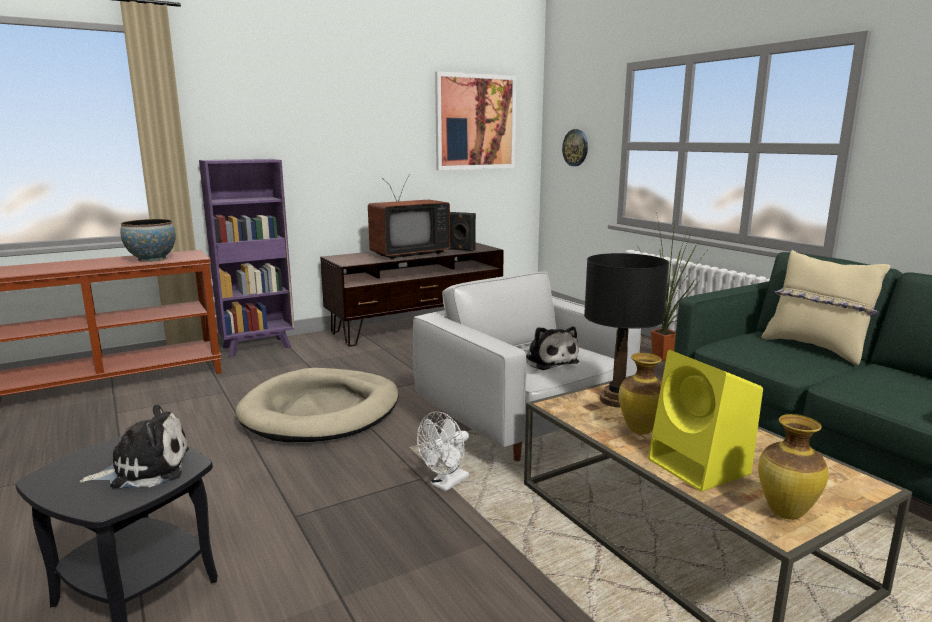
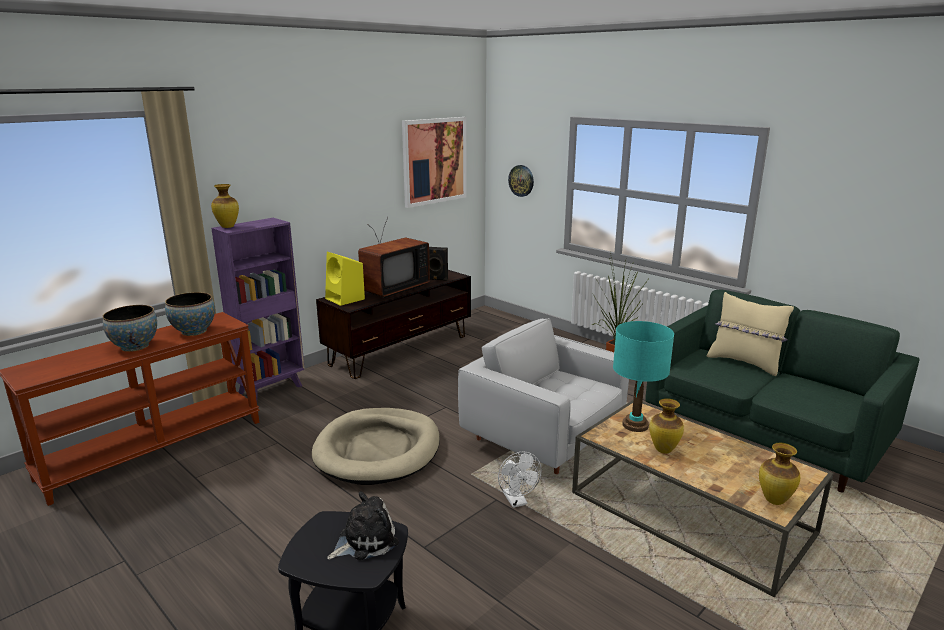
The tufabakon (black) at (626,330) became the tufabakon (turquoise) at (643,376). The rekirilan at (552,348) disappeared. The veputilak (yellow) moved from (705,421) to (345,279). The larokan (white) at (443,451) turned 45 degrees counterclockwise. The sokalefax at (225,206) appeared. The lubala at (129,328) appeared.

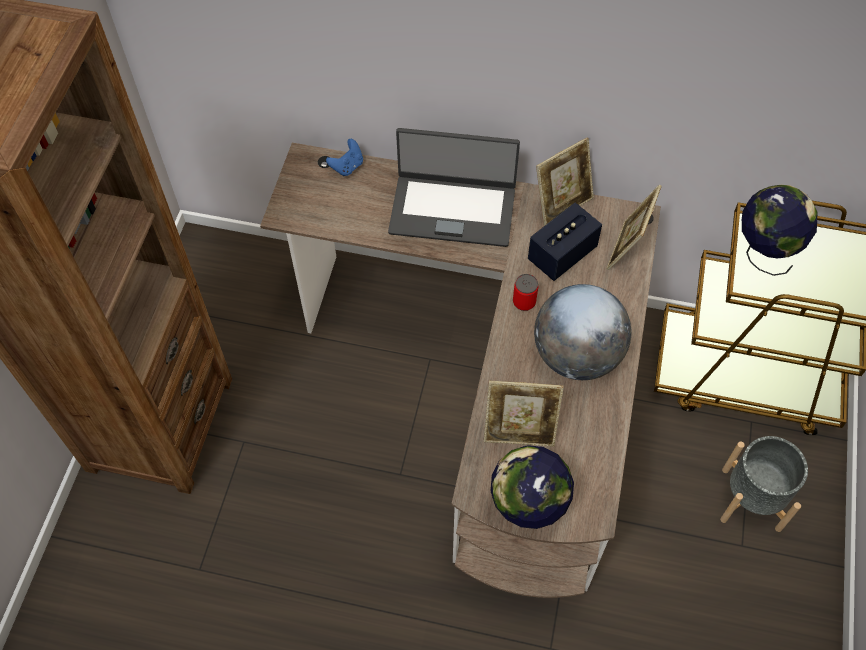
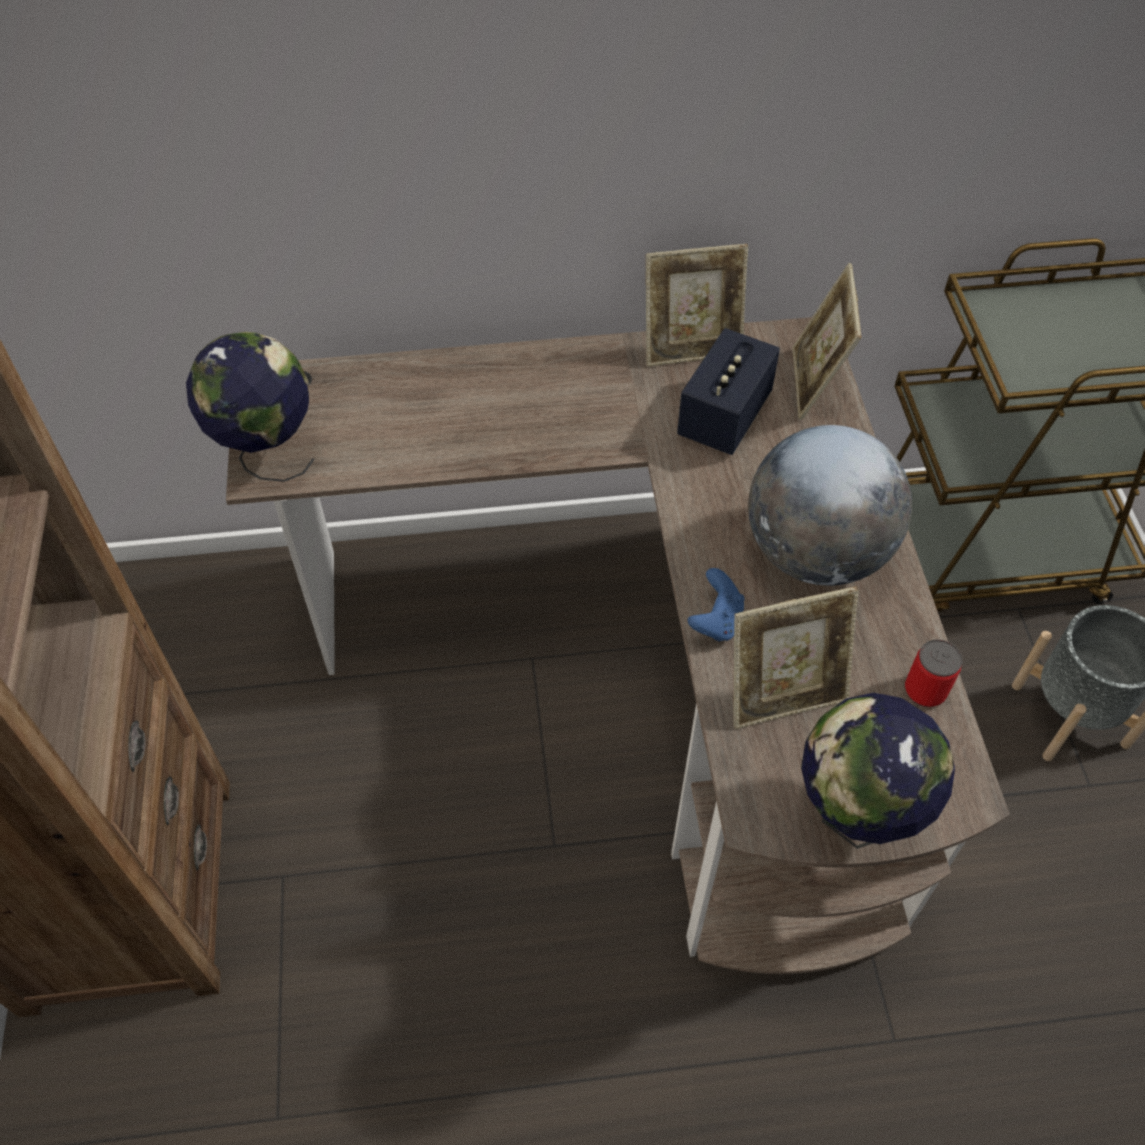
The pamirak at (454,187) disappeared. The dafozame at (565,182) turned 45 degrees clockwise. The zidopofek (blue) moved from (344,157) to (716,604). The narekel moved from (780,230) to (250,407). The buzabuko moved from (525,292) to (933,673).

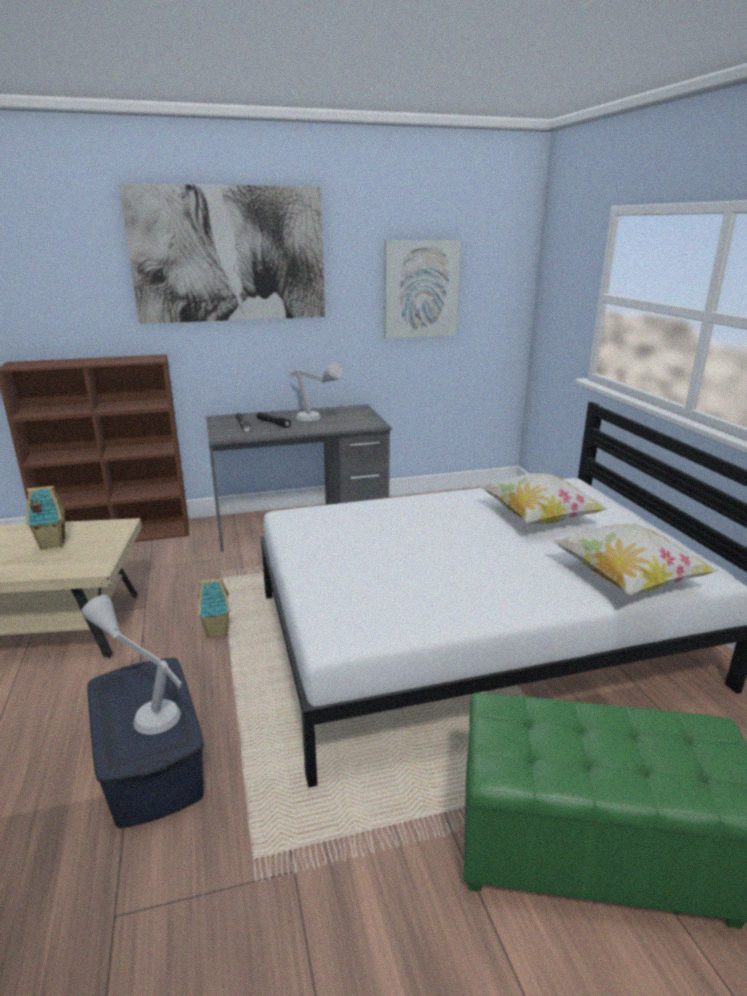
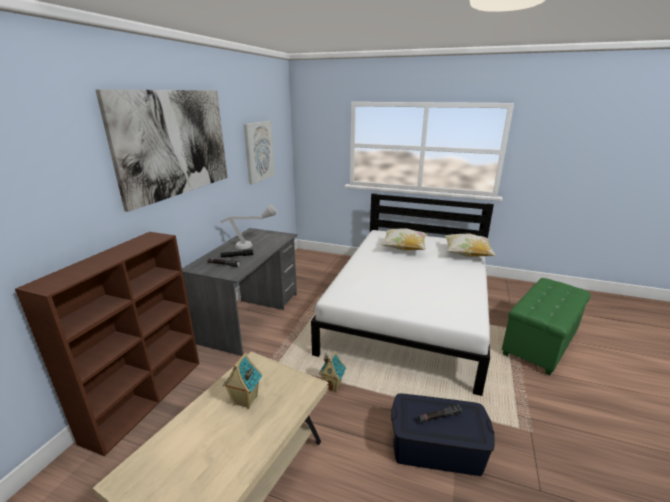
The tufabakon (grey) at (131,665) was replaced by the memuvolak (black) at (439,413).

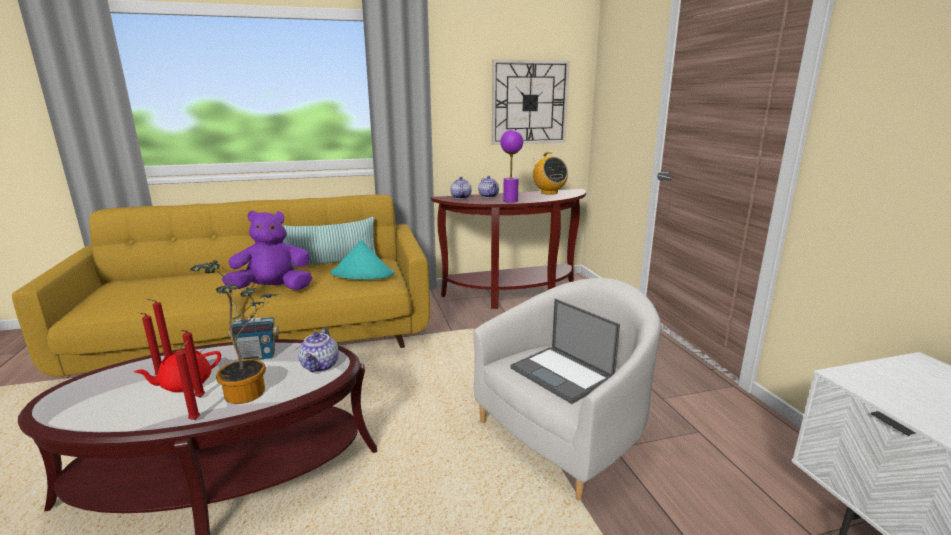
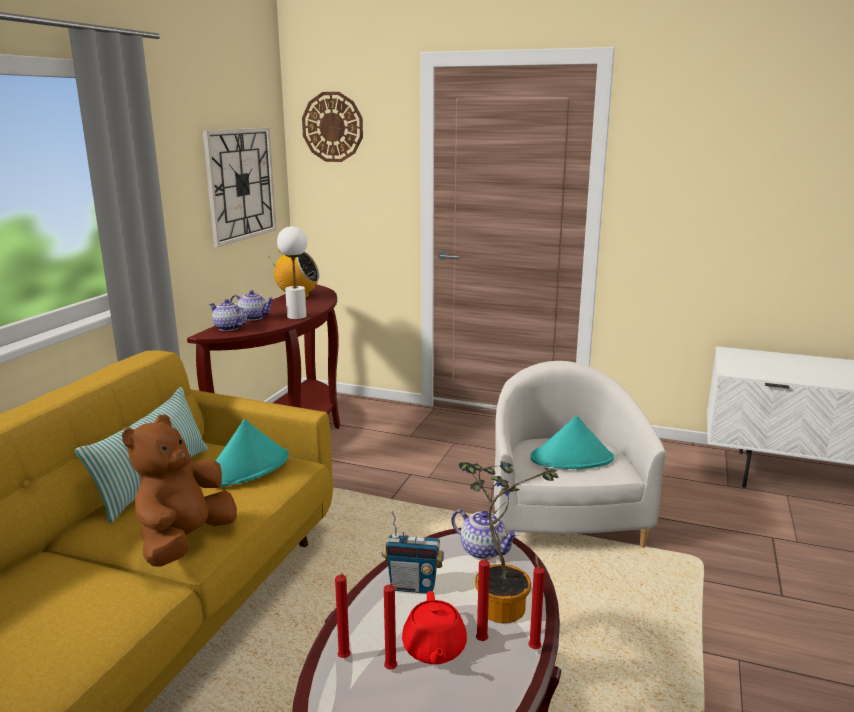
The tufabakon (purple) at (511,166) became the tufabakon (white) at (292,272). The rekirilan (purple) at (267,250) became the rekirilan (brown) at (179,491). The pamirak at (565,351) was replaced by the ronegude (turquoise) at (572,442). The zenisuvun at (253,330) turned 75 degrees clockwise. The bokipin at (332,127) appeared.

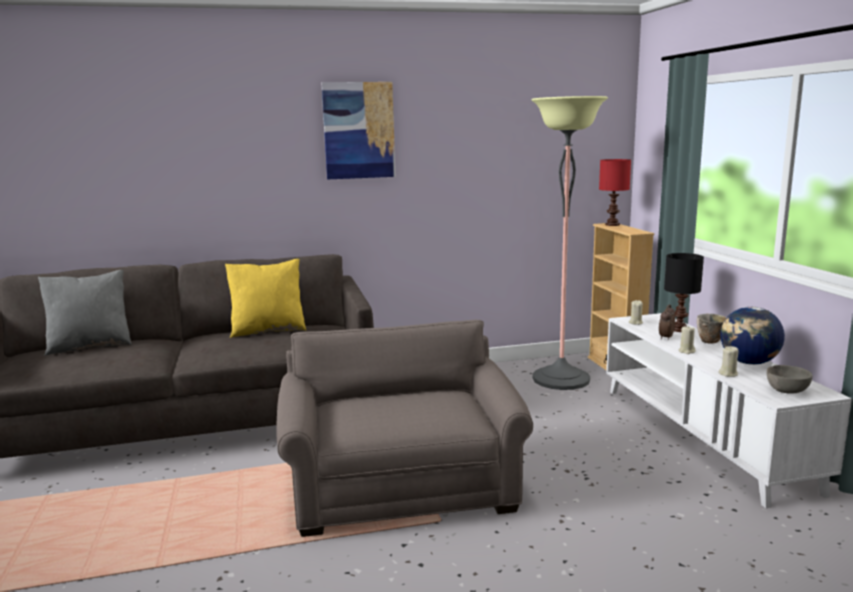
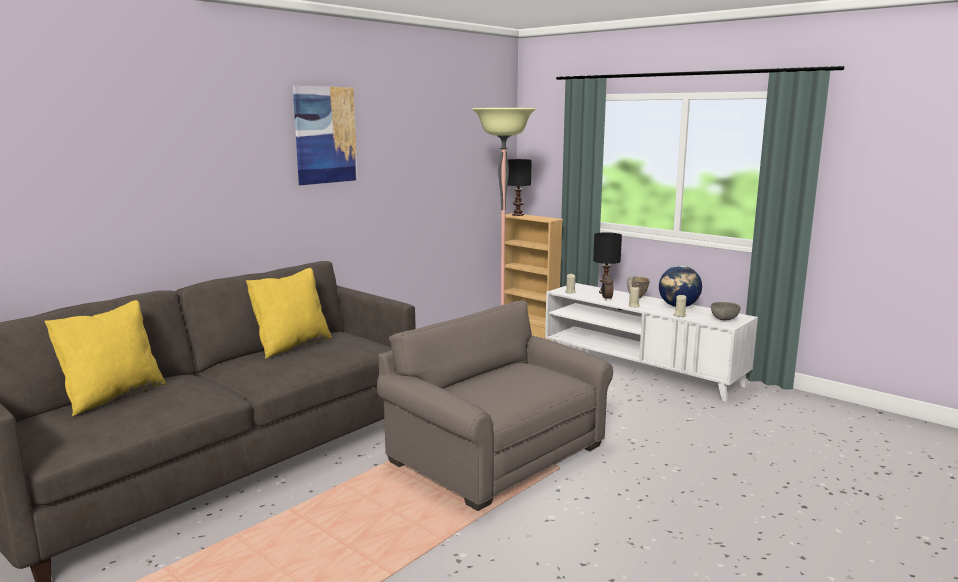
The tufabakon (red) at (615,192) became the tufabakon (black) at (519,187). The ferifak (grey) at (85,313) became the ferifak (yellow) at (105,358).

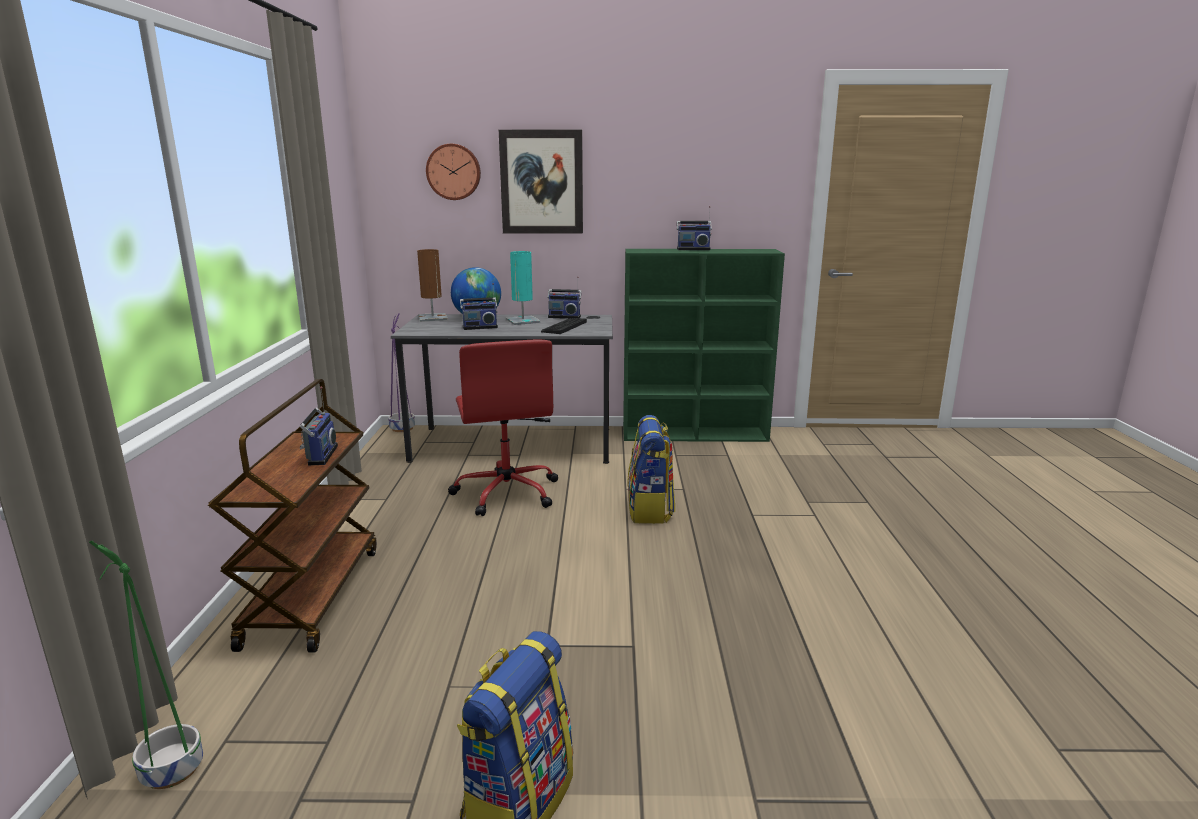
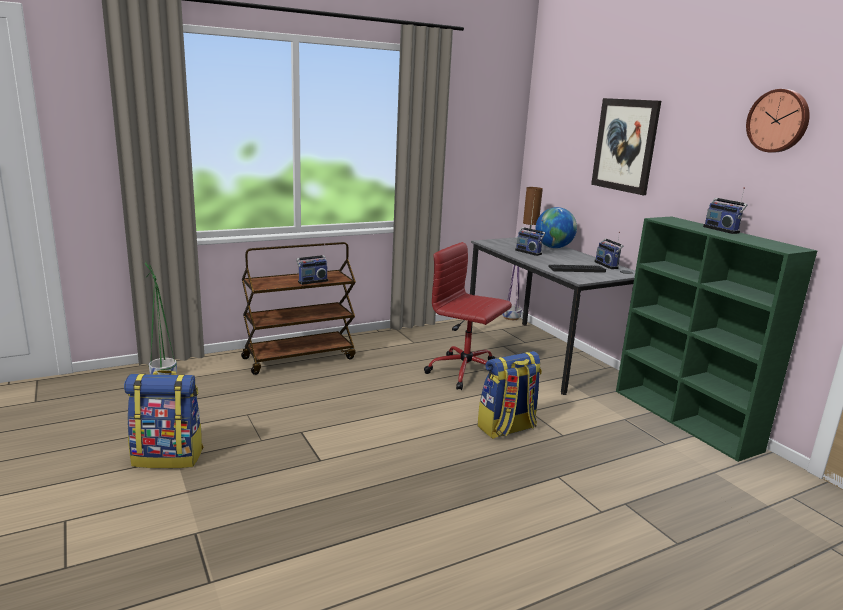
The bokipin moved from (453,172) to (778,120). The tufabakon (turquoise) at (523,288) disappeared. The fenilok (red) at (503,427) turned 75 degrees clockwise.

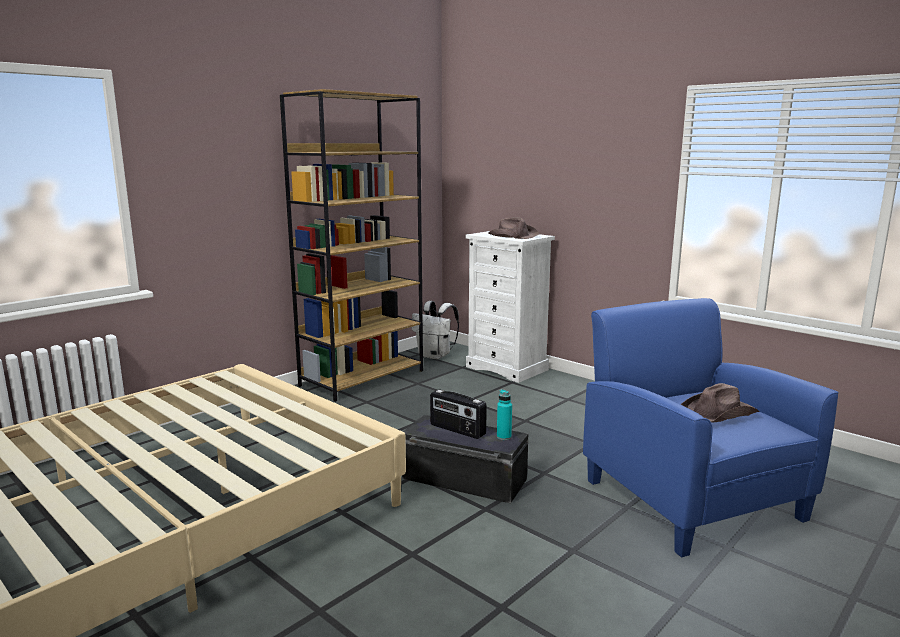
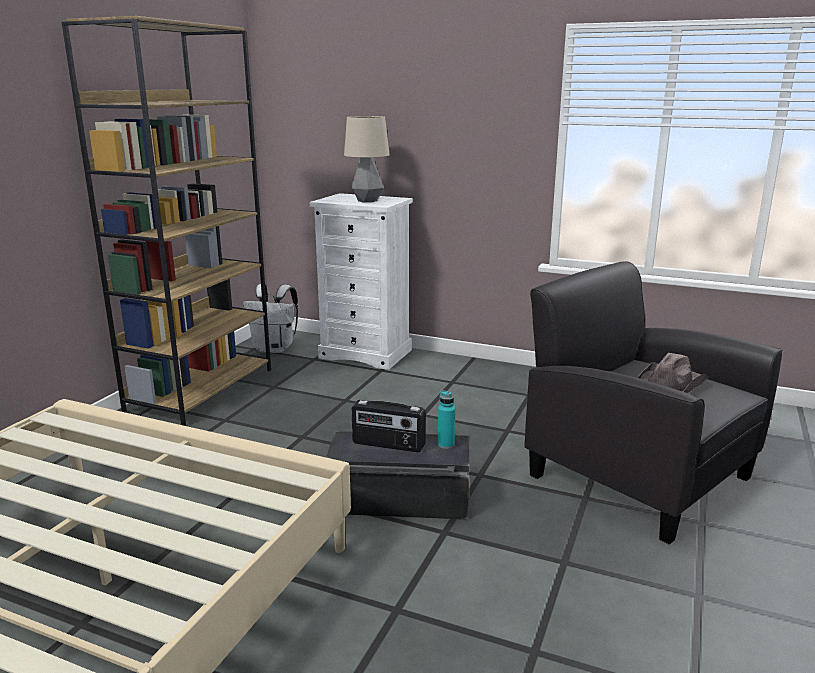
The ronegude (brown) at (513,228) was replaced by the tufabakon at (366,159). The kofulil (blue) at (711,427) became the kofulil (black) at (653,402).

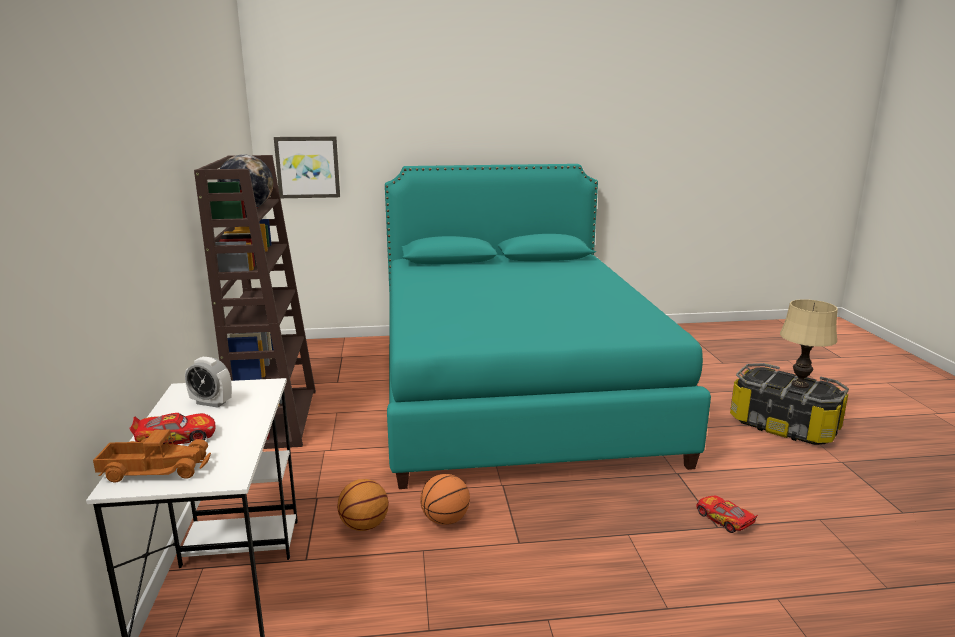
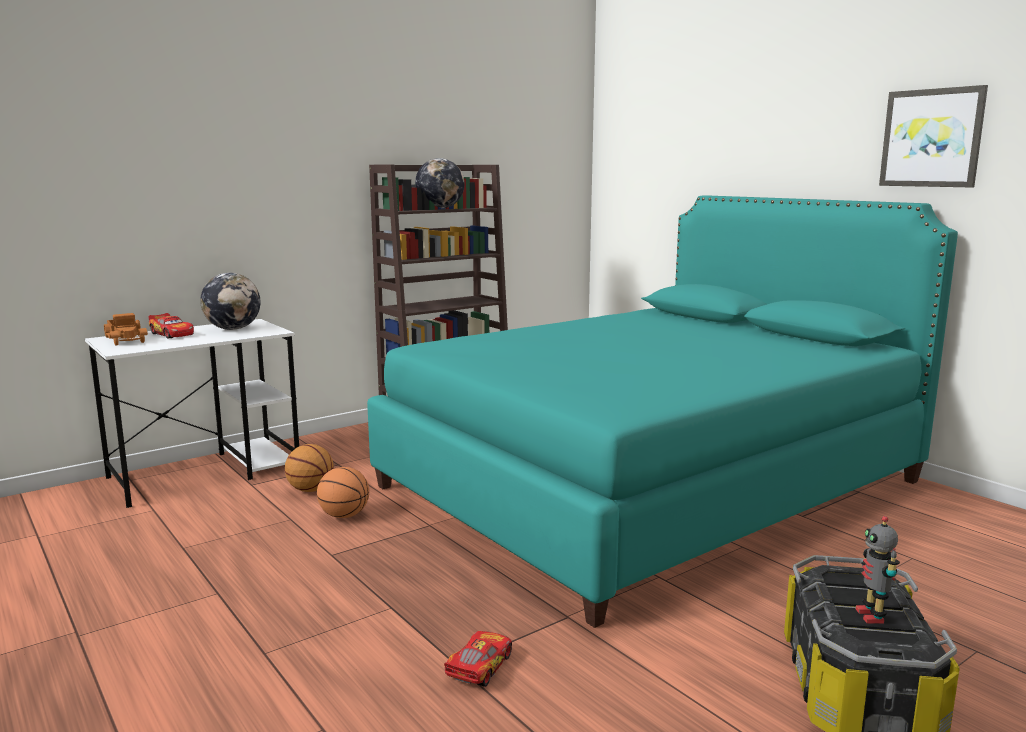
The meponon moved from (307,167) to (933,136). The tufabakon (beige) at (809,343) was replaced by the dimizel at (878,570). The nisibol at (208,382) was replaced by the narekel at (230,301).

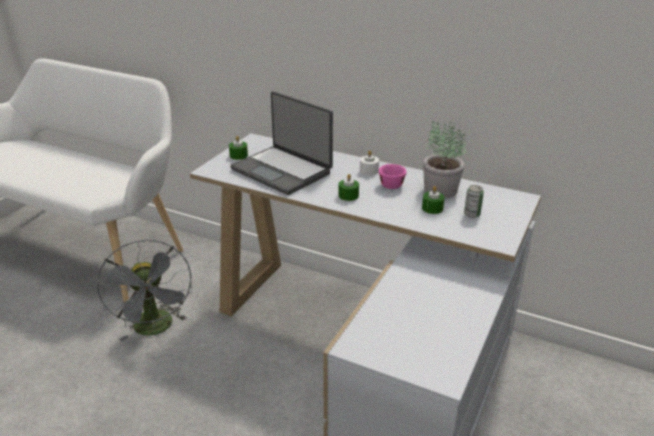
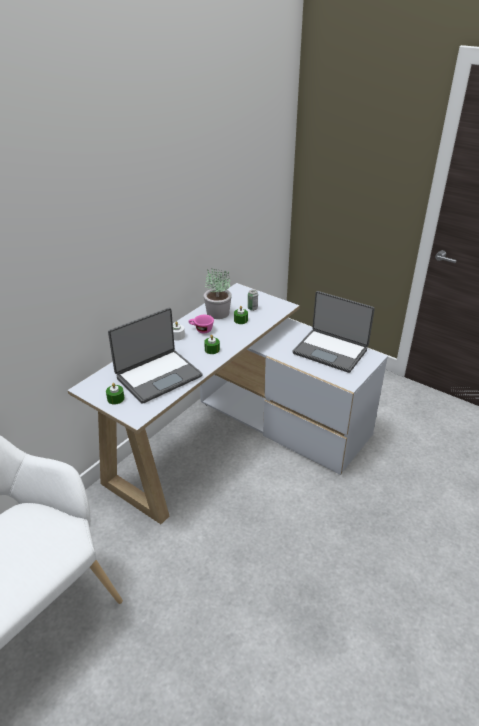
The larokan (grey) at (144,290) disappeared. The pamirak at (334,332) appeared.

